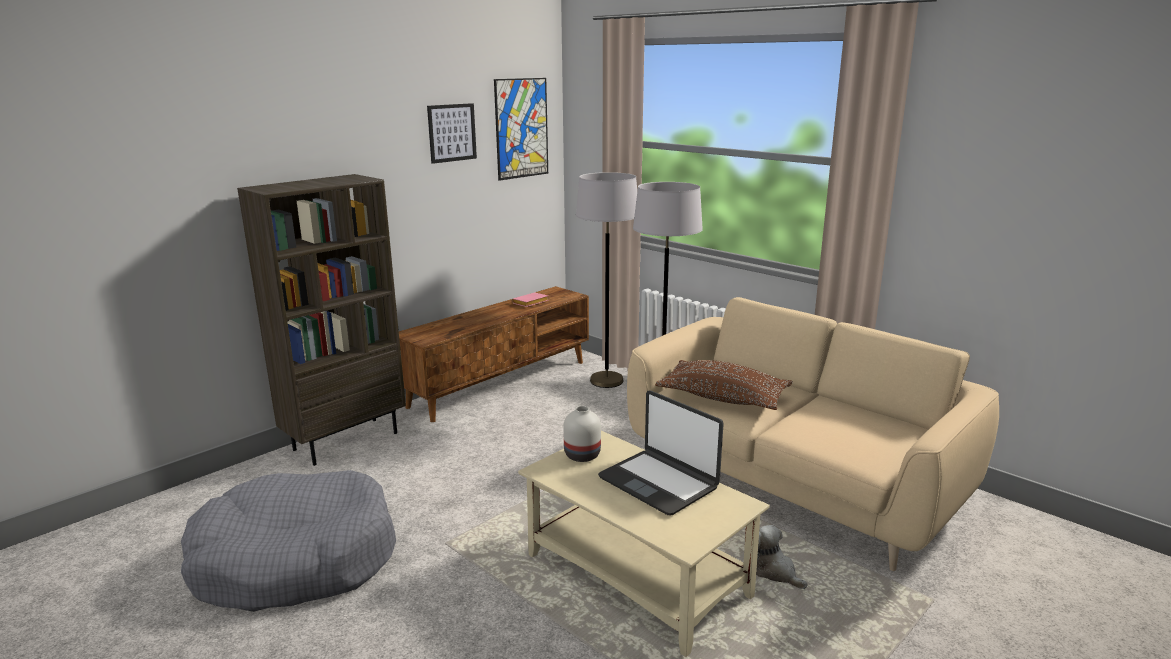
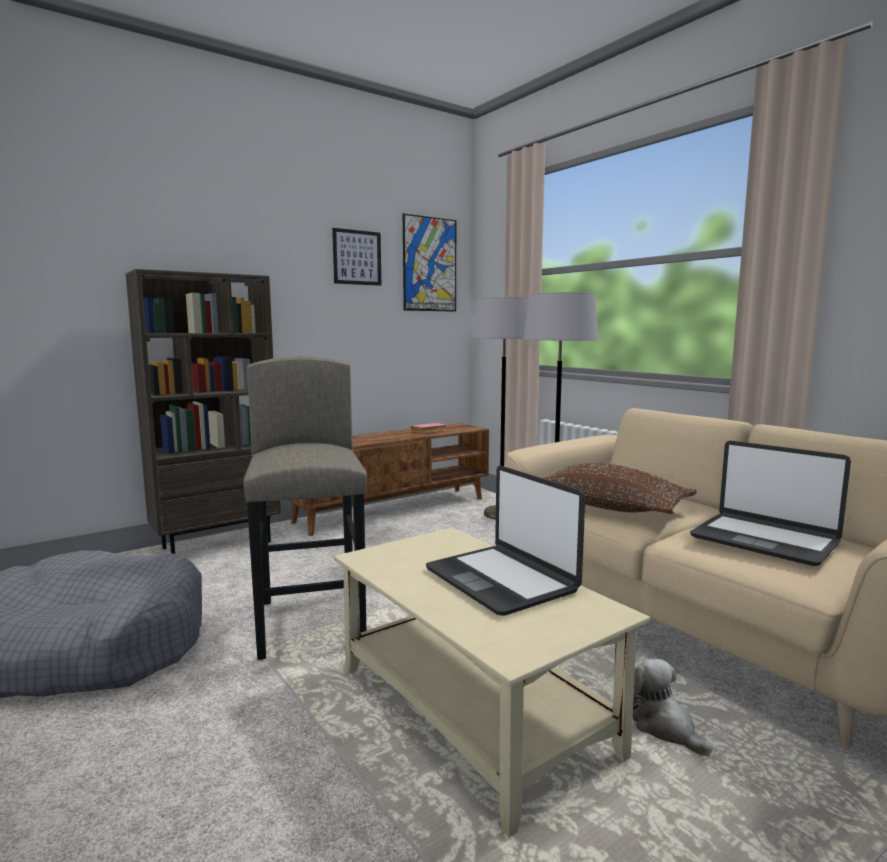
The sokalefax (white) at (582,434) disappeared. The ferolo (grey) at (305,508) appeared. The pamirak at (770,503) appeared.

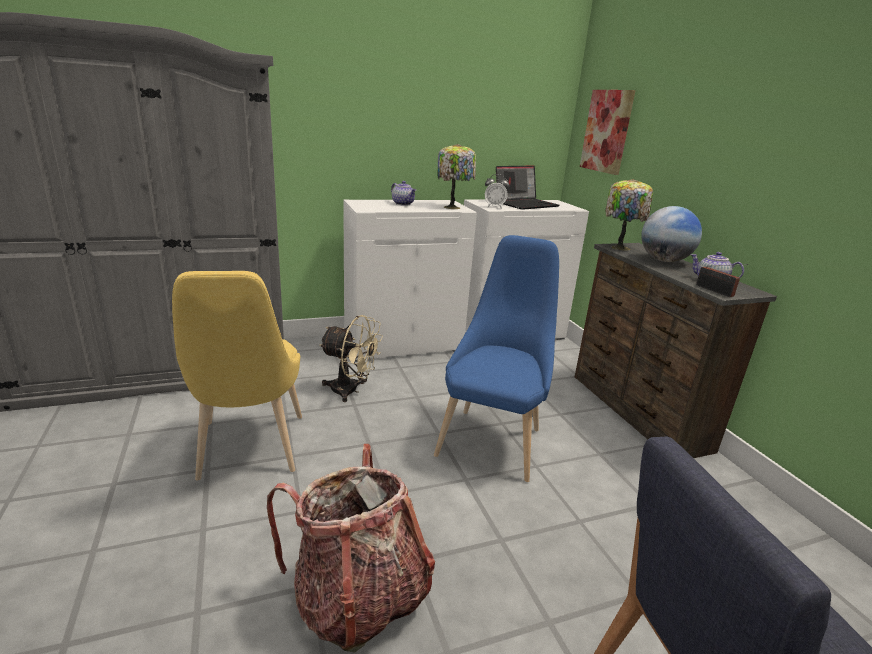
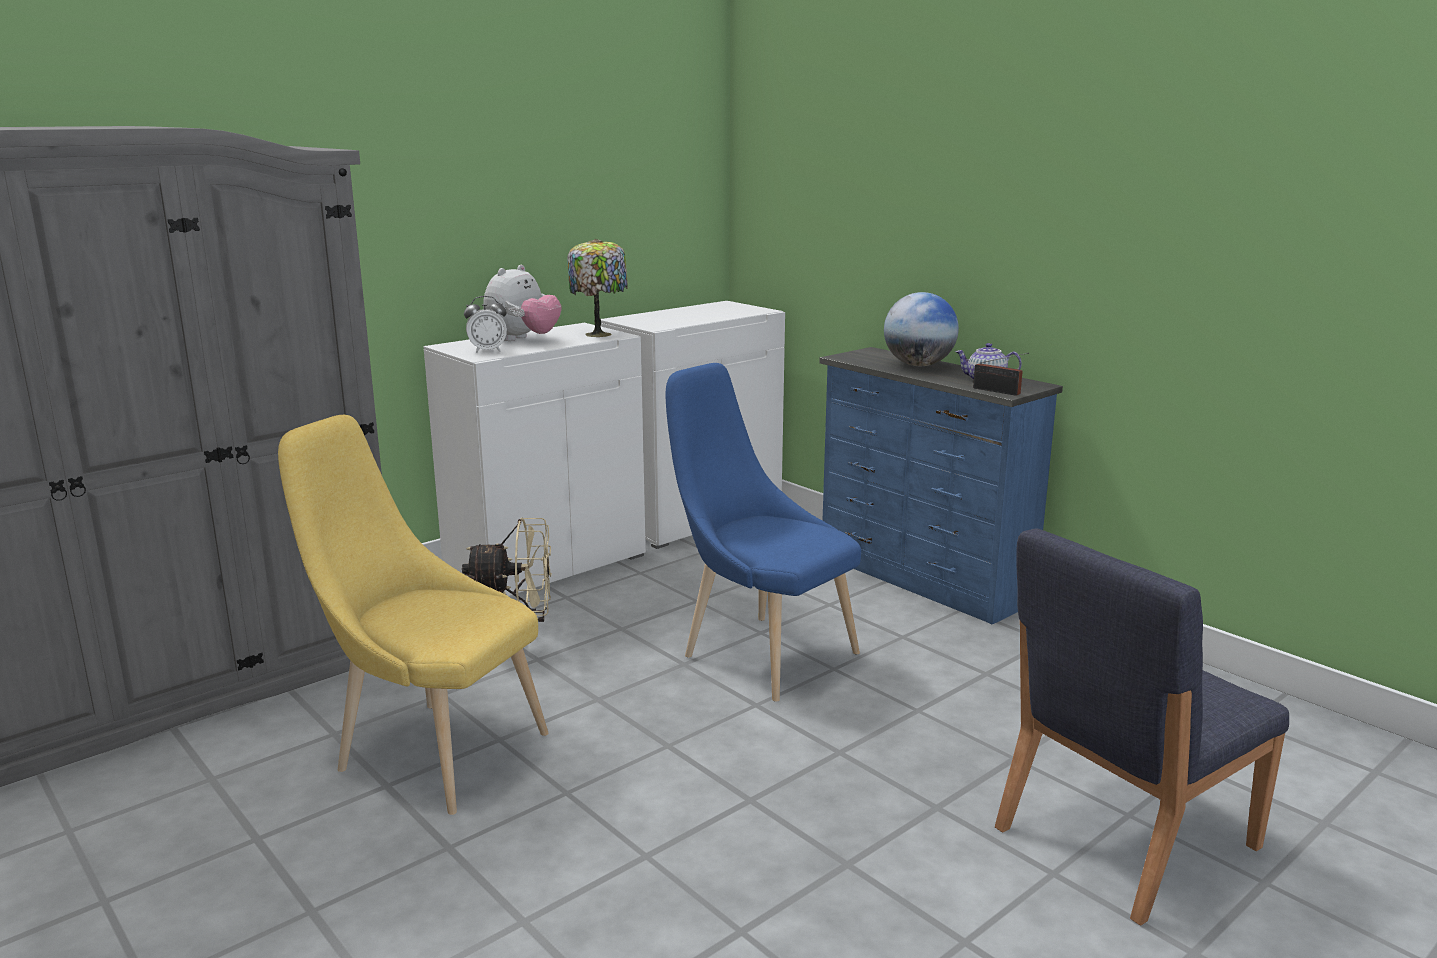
The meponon at (607,132) disappeared. The pamirak at (527,187) disappeared. The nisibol moved from (497,191) to (485,324). The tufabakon at (629,215) disappeared. The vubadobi at (403,193) was replaced by the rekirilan at (522,303). The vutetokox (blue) at (496,358) turned 45 degrees counterclockwise. The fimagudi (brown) at (676,350) became the fimagudi (blue) at (941,486). The vutetokox (yellow) at (237,376) turned 150 degrees clockwise. The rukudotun at (351,548) disappeared.

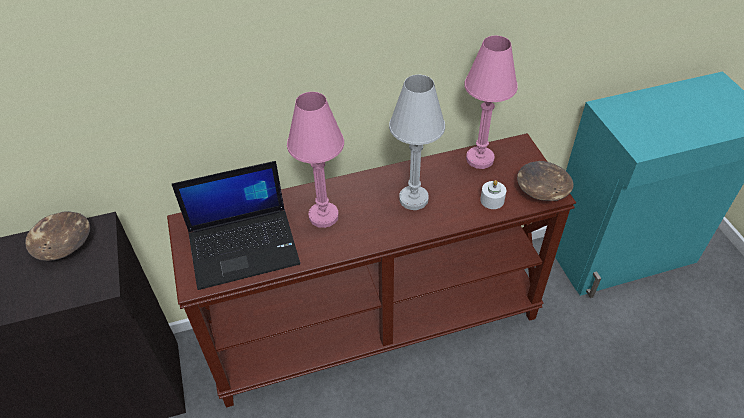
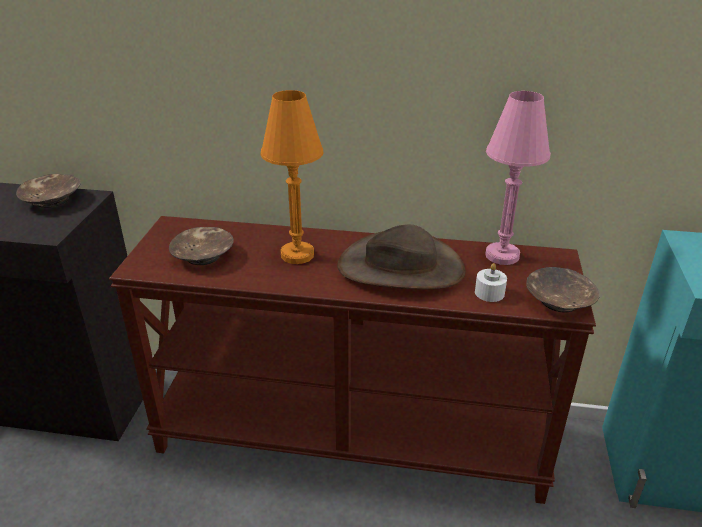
The tufabakon (white) at (417,142) was replaced by the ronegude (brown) at (401,257). The tufabakon (pink) at (315,160) became the tufabakon (orange) at (292,177). The pamirak at (235,225) was replaced by the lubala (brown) at (201,246).

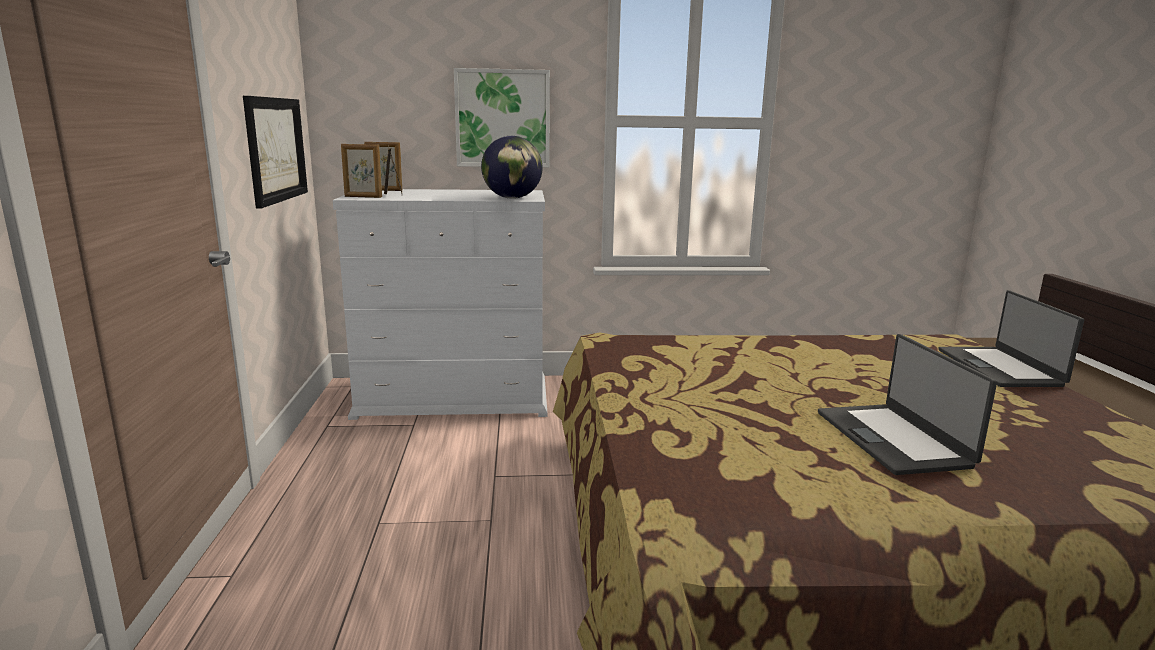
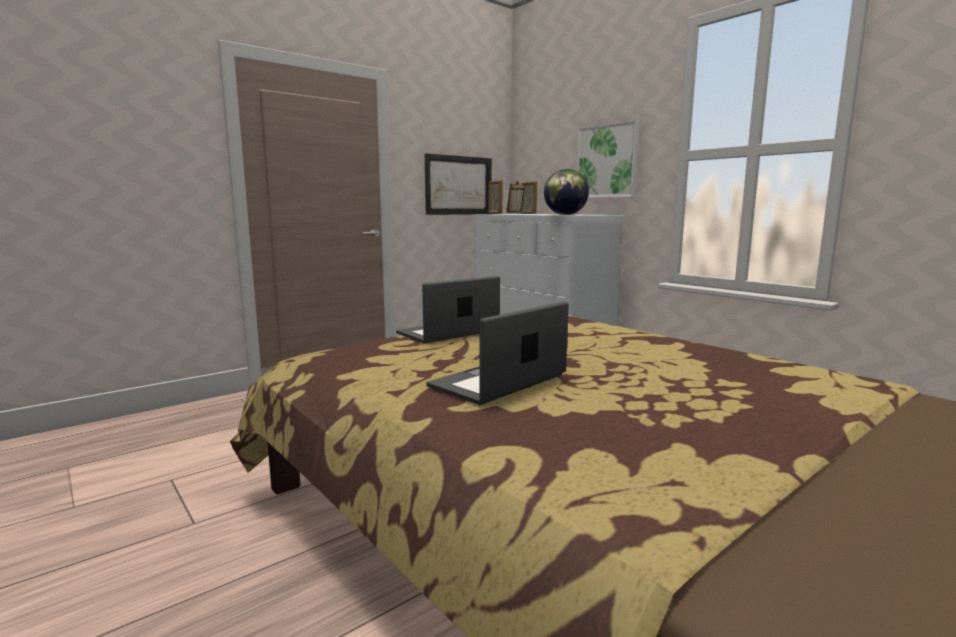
The pamirak moved from (1011,338) to (448,309).

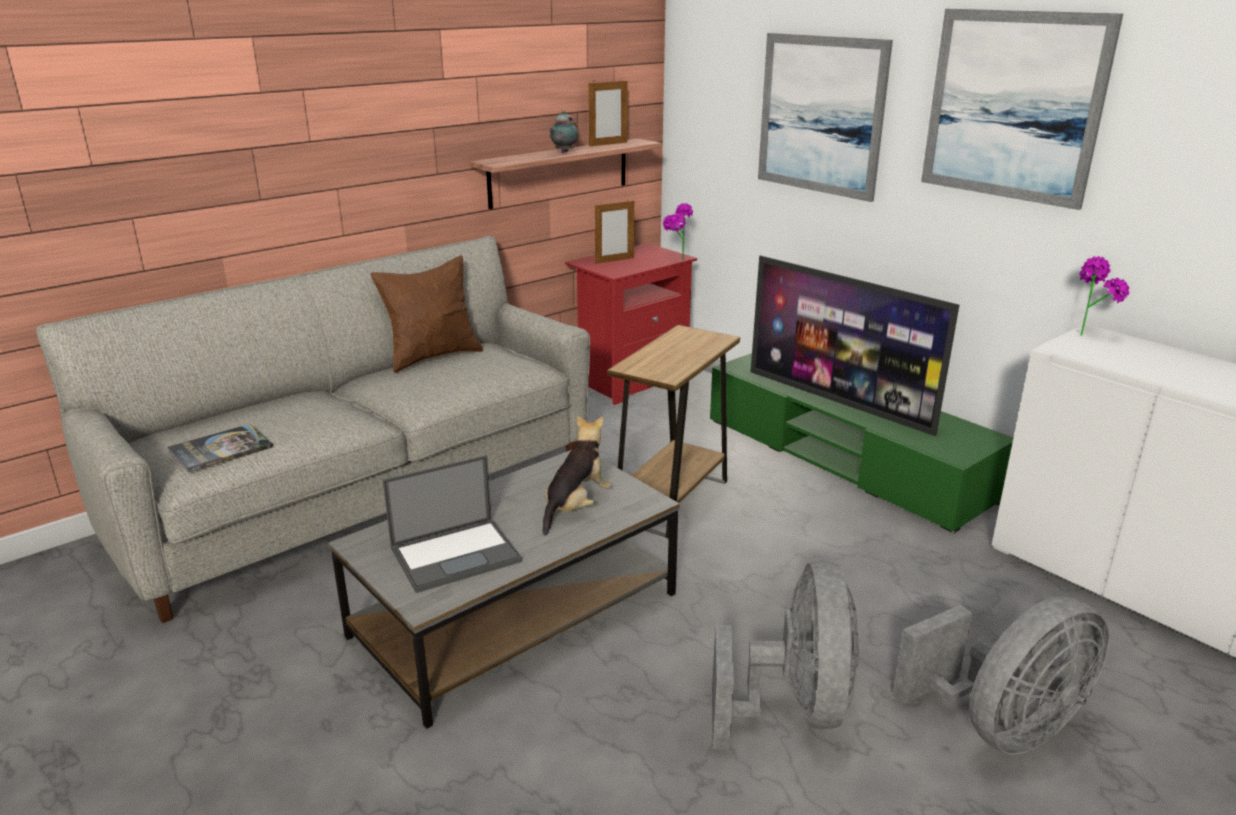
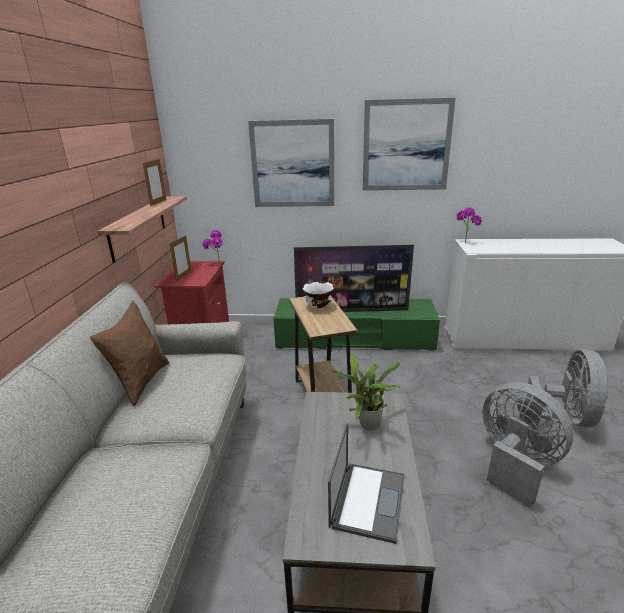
The vubadobi at (563,132) disappeared. The rekirilan at (577,476) was replaced by the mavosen at (366,392). The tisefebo at (220,448) disappeared. The lubala (white) at (318,294) appeared.

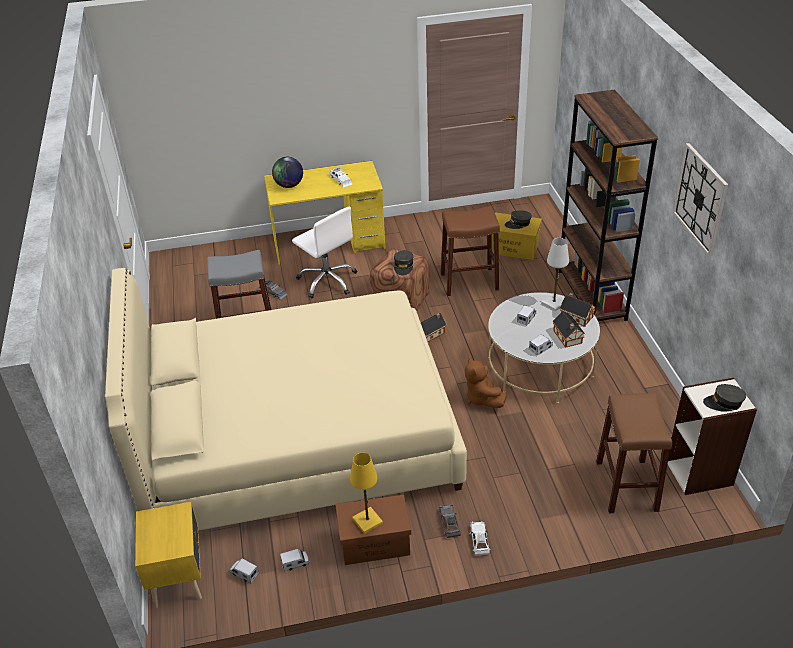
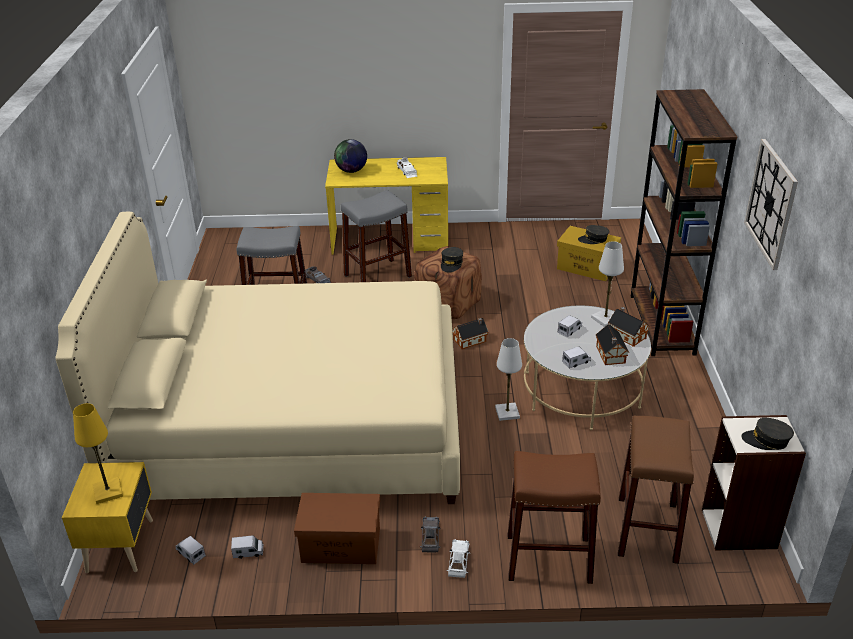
The ferolo (brown) moved from (470,251) to (554,517). The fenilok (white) at (324,253) was replaced by the ferolo (grey) at (376,236). The rekirilan (brown) at (486,382) was replaced by the tufabakon (white) at (508,379). The tufabakon (yellow) moved from (366,493) to (98,453).

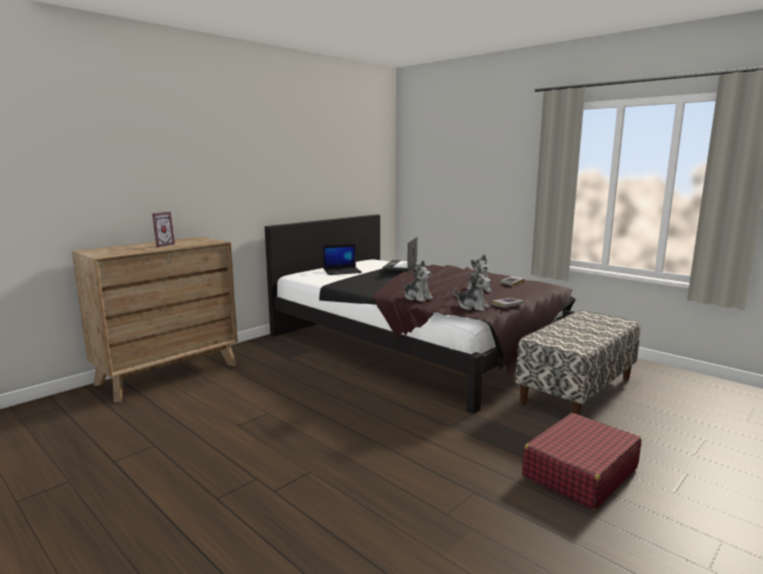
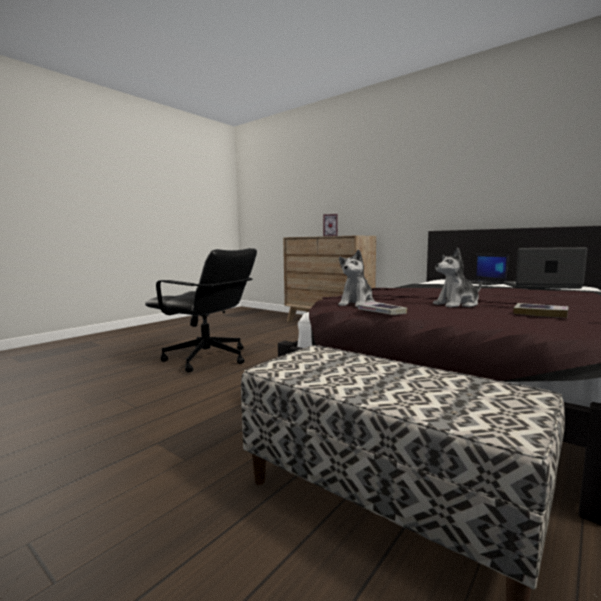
The rekirilan at (418,281) disappeared. The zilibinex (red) at (581,461) disappeared. The fenilok (black) at (201,310) appeared.

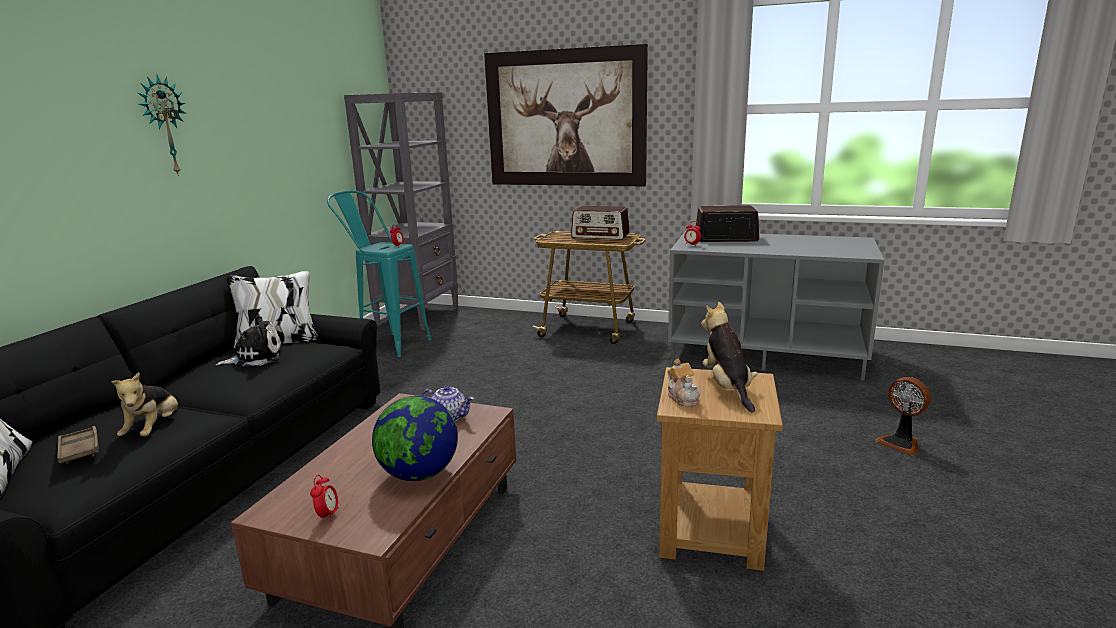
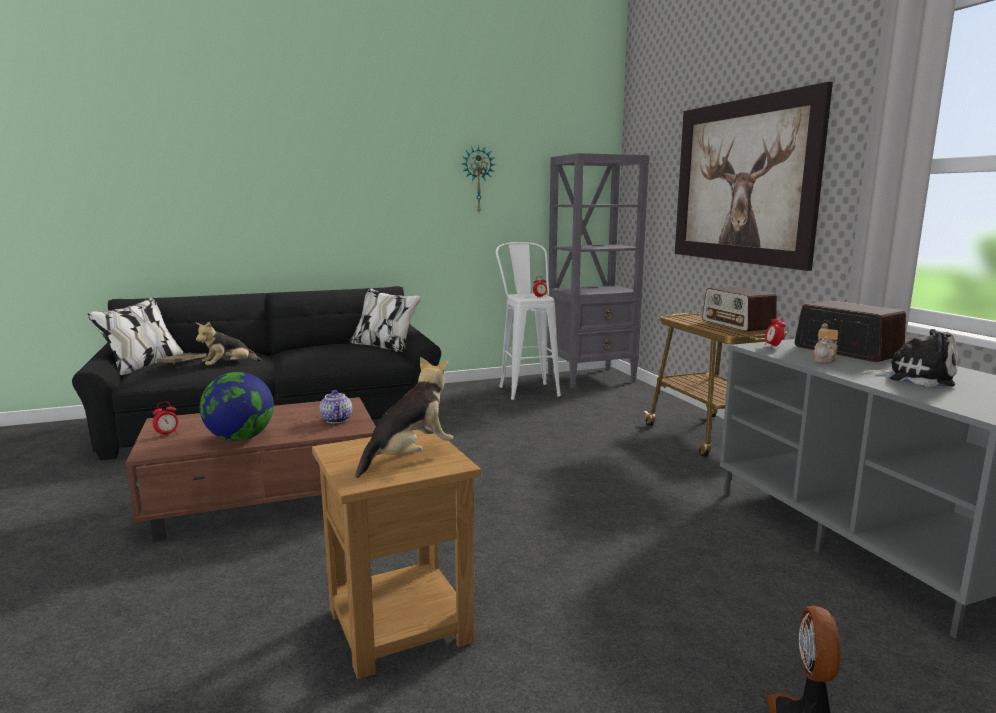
The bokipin moved from (162,125) to (479,178). The ferolo (turquoise) at (379,273) became the ferolo (white) at (528,321). The rekirilan moved from (248,342) to (909,357). The vubadobi moved from (683,383) to (825,343).

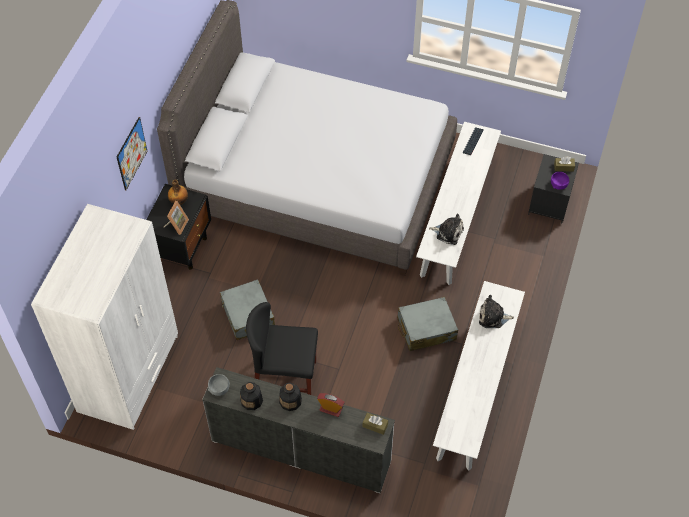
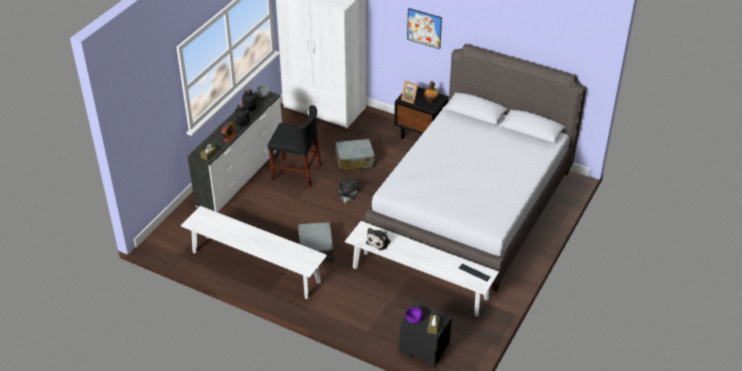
The rekirilan moved from (496,311) to (348,191). The vutetokox (black) at (282,348) turned 90 degrees clockwise.

